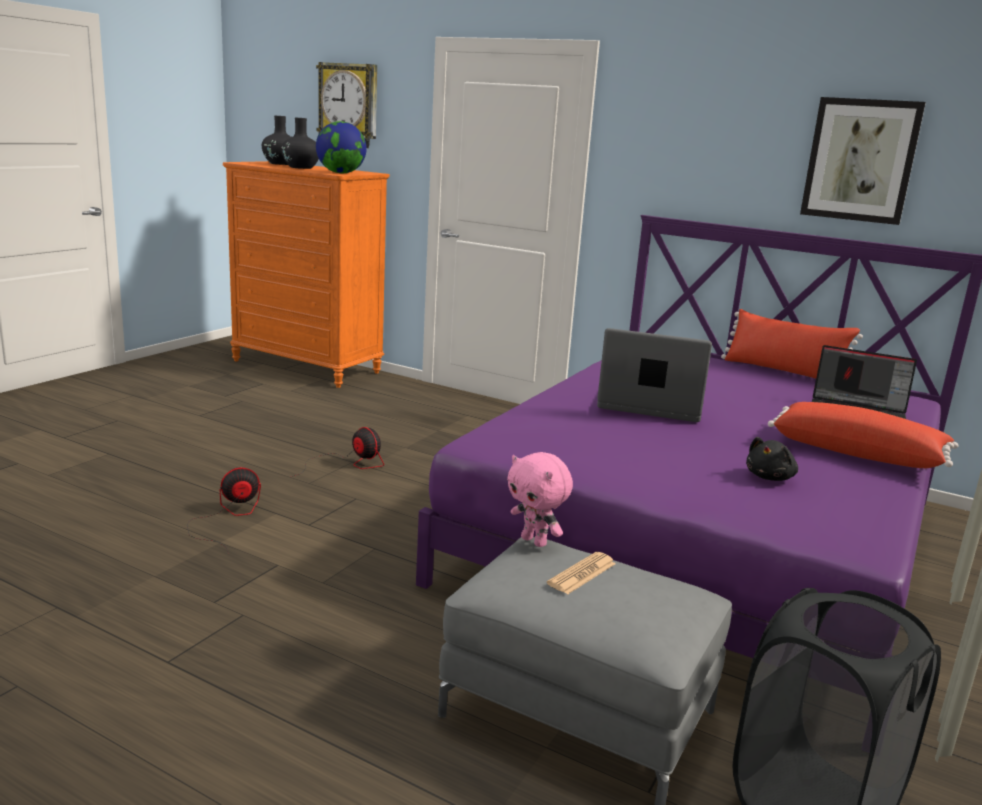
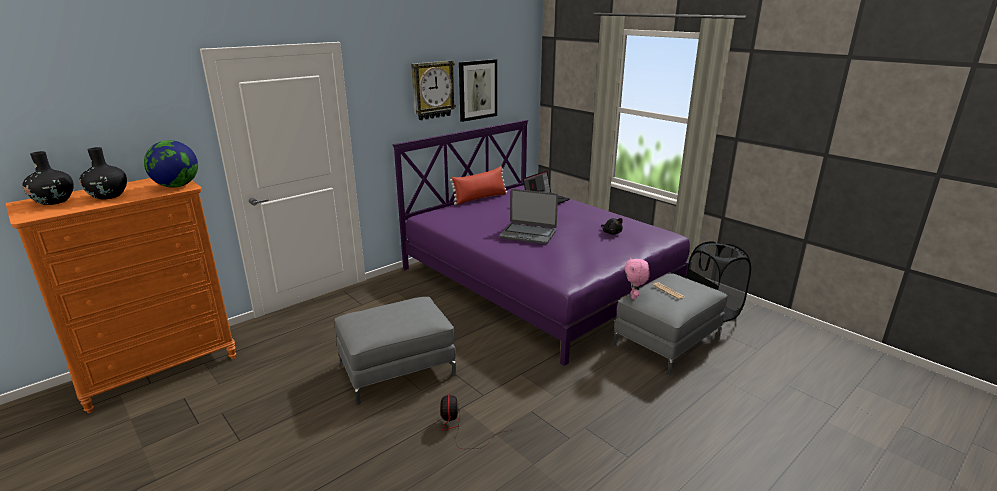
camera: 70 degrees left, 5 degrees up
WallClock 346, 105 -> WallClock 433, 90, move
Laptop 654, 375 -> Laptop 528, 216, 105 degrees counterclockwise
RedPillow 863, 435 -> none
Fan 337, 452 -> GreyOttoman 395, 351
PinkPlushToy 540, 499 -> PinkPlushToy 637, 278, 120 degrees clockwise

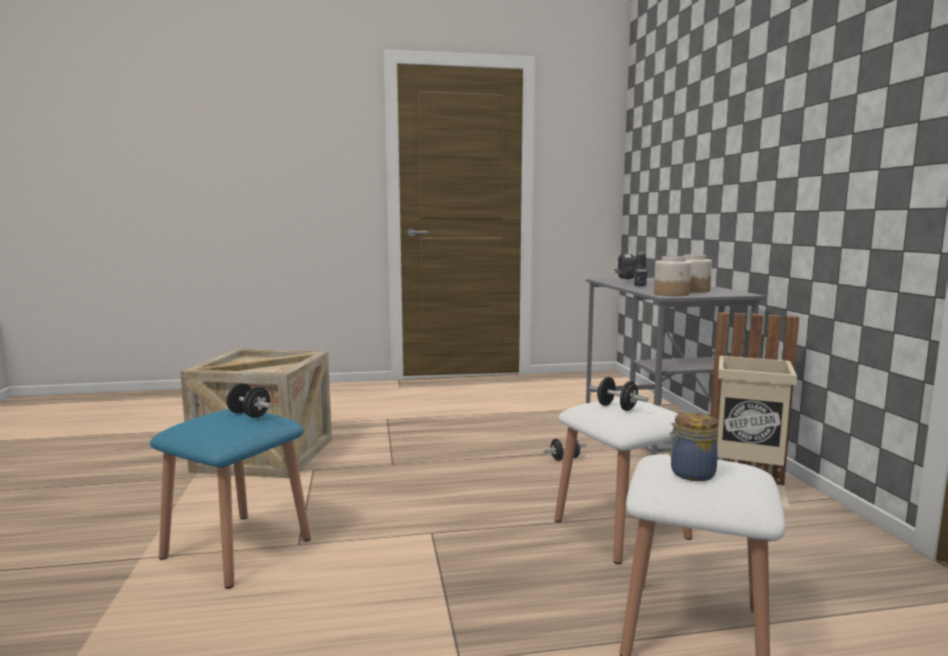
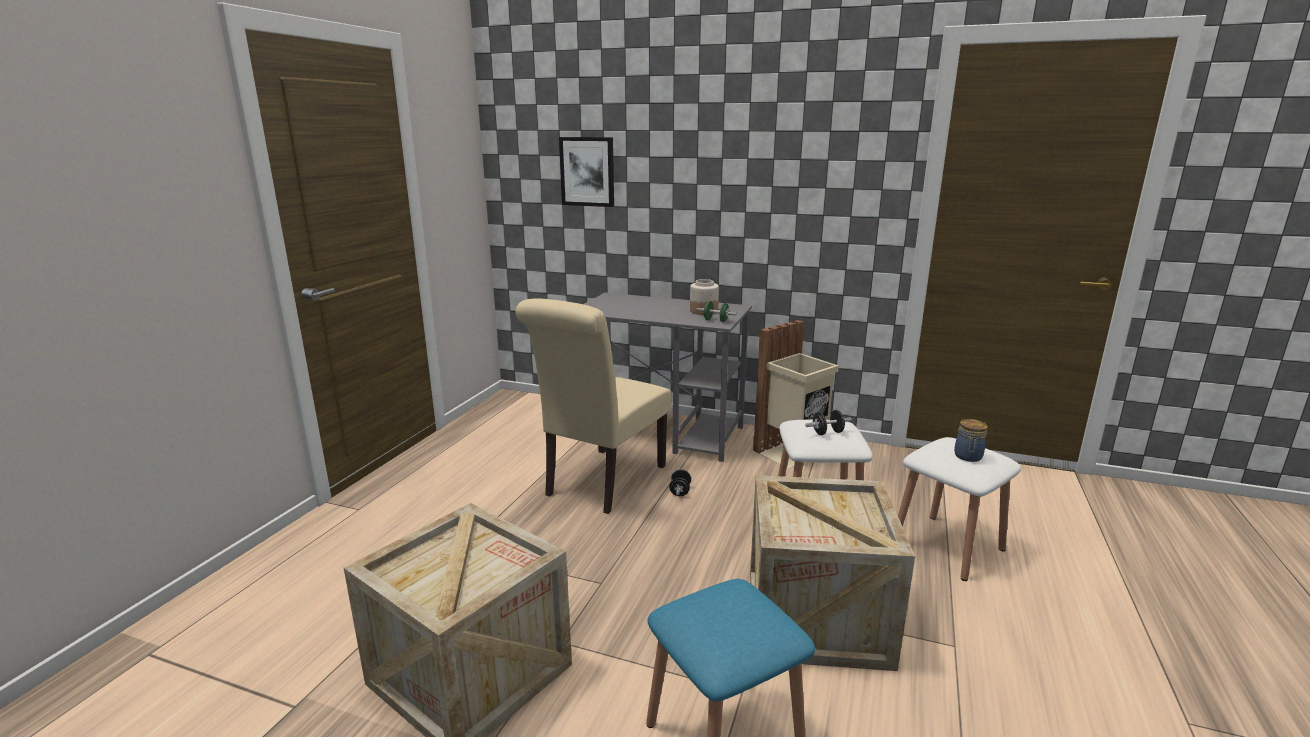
camera: 60 degrees left, 10 degrees up
PowerDrill 631, 268 -> none
Jar 673, 276 -> GreenDumbbell 717, 311
BlackDumbbell 248, 400 -> none
none -> Picture 586, 172
none -> BeigeChair 594, 406
none -> Crate 832, 573

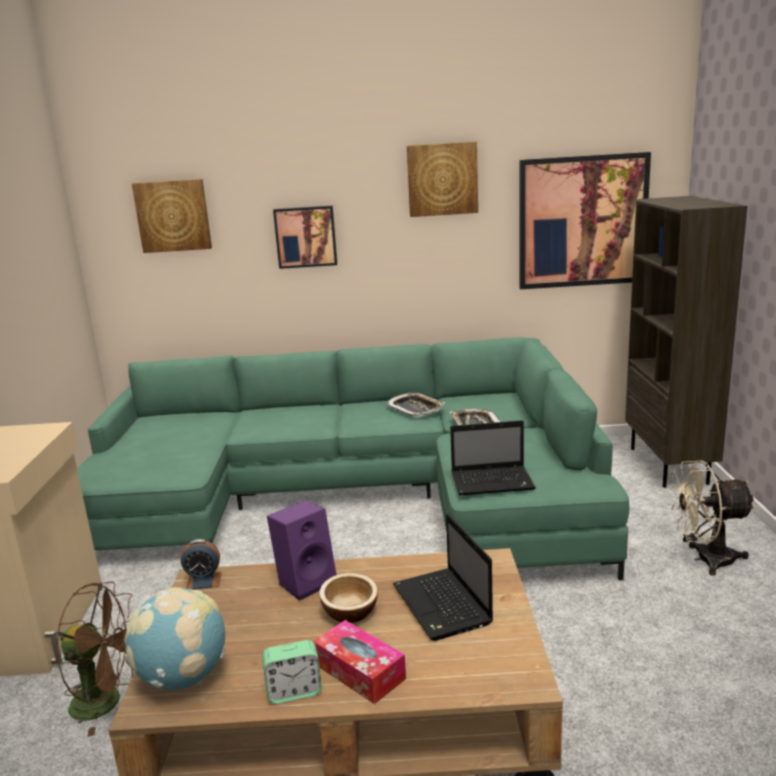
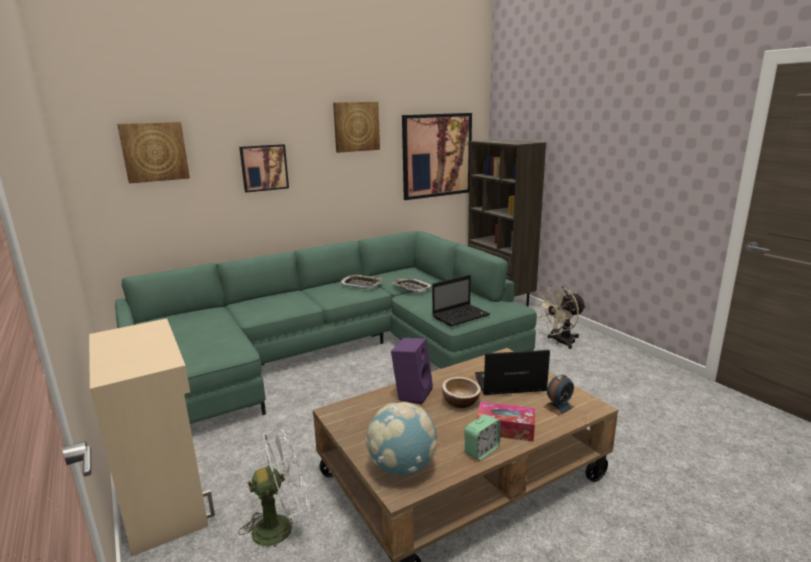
camera: 30 degrees left, 0 degrees up
Laptop 443, 577 -> Laptop 512, 372, 135 degrees clockwise
AlarmClock 201, 564 -> AlarmClock 558, 395, move
BrownFan 94, 659 -> WhiteFan 274, 490

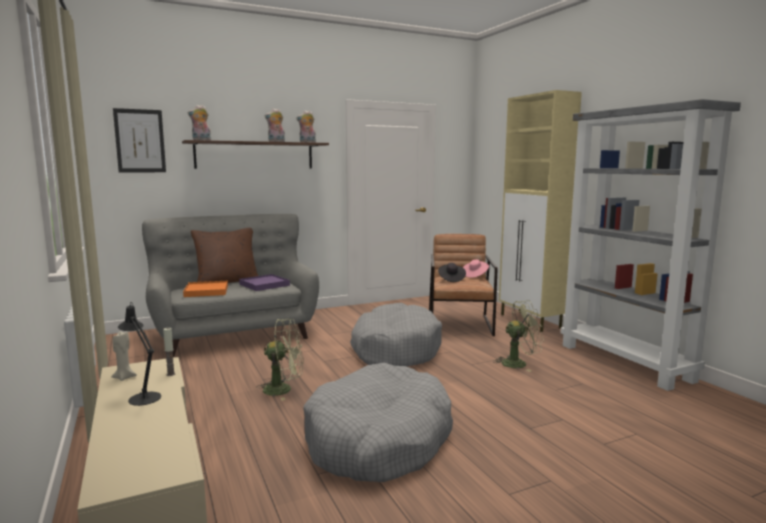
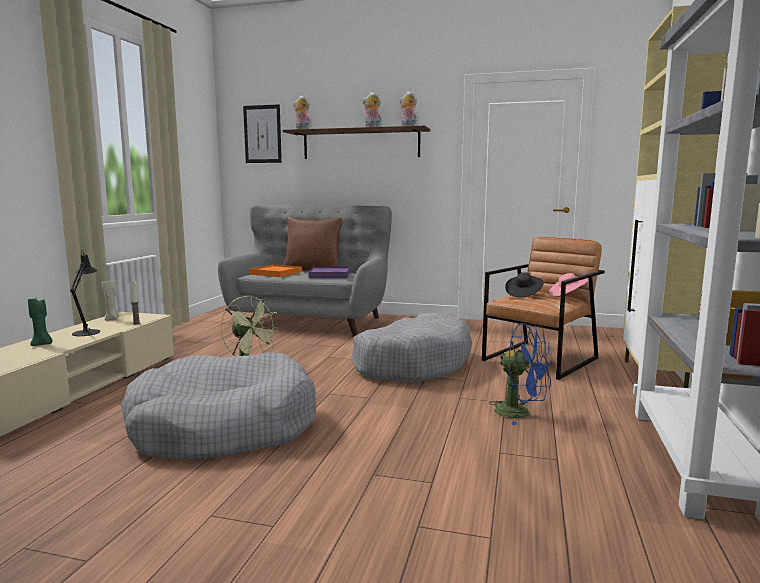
camera: 40 degrees right, 0 degrees up
GreenFan 518, 336 -> BlueFan 520, 374
none -> GreenCandle 40, 322

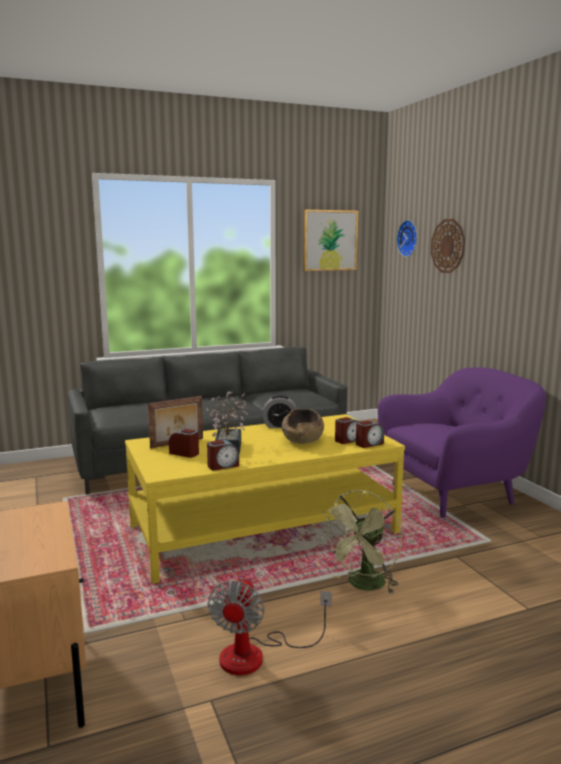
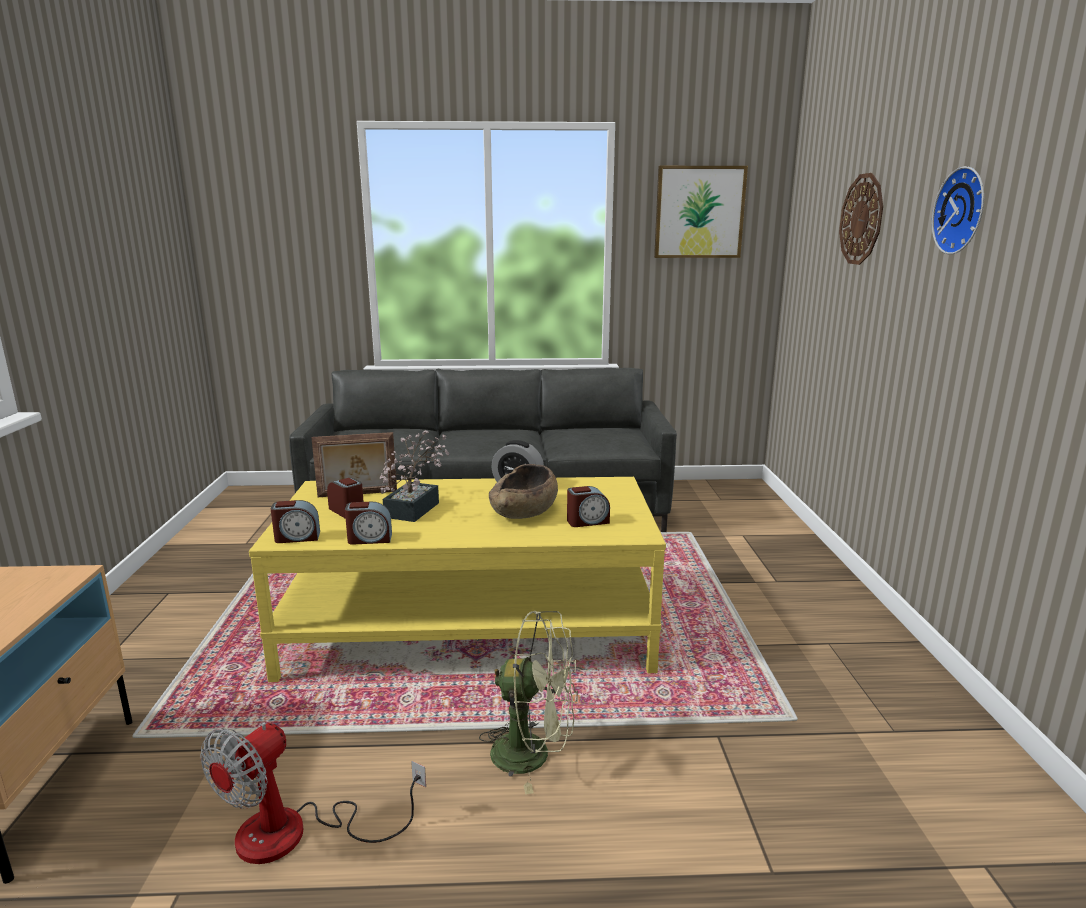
camera: 20 degrees right, 5 degrees up
WallClock 407, 238 -> WallClock 958, 210, move
PurpleArmchair 461, 442 -> none
AlarmClock 370, 434 -> AlarmClock 295, 521, move
GreenFan 361, 542 -> GreenFan 528, 702, 135 degrees counterclockwise

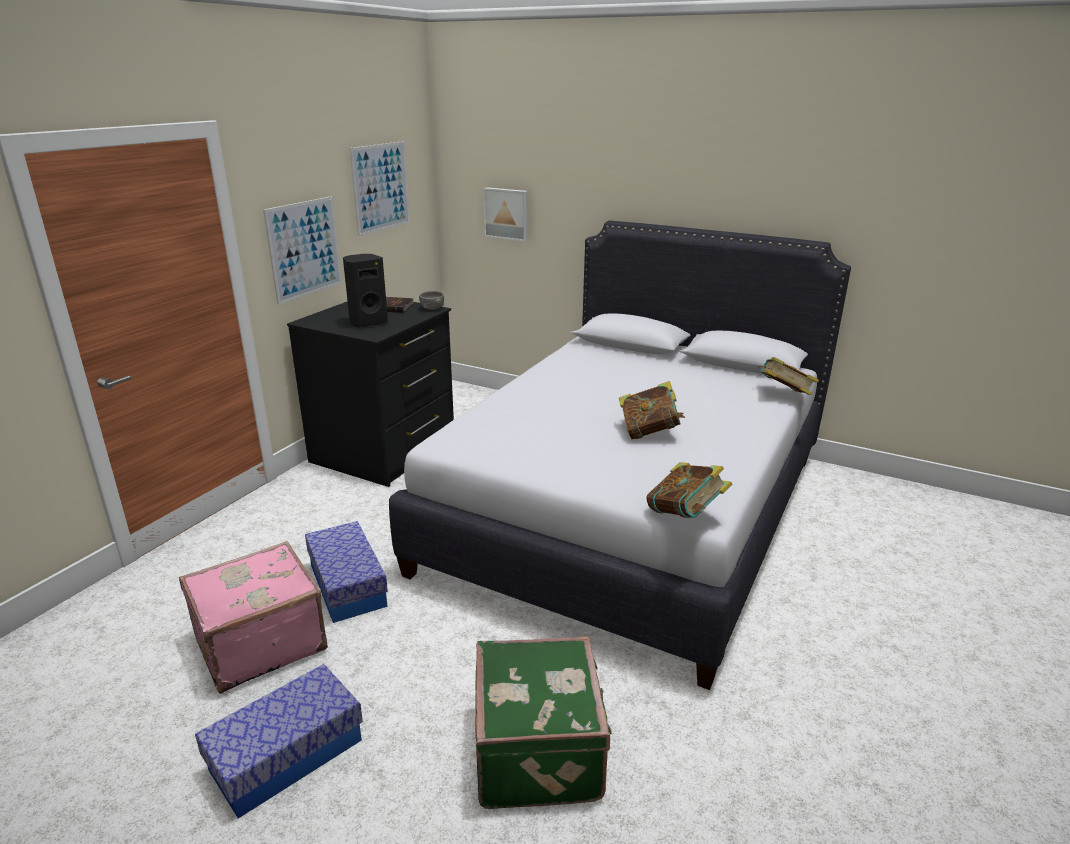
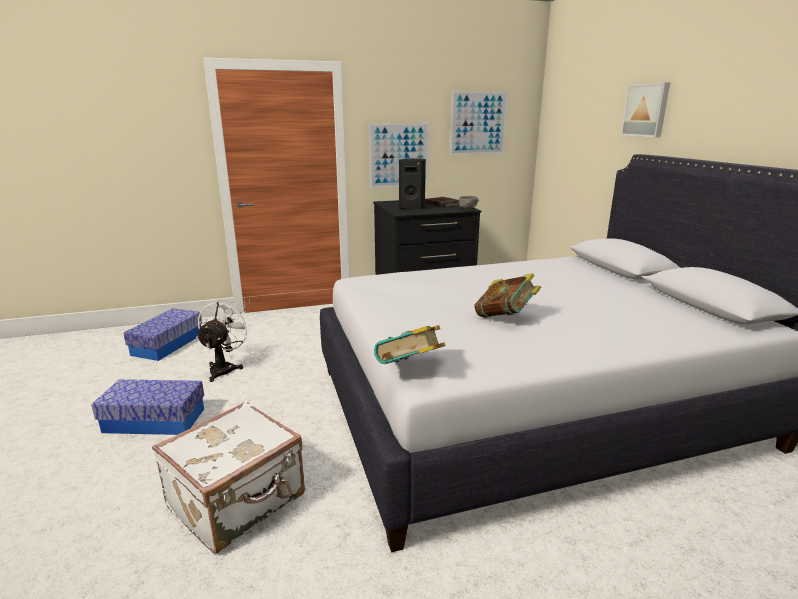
camera: 45 degrees right, 5 degrees down
Picture 505, 214 -> Picture 645, 110, move
Book 789, 376 -> none
StorageBox 346, 572 -> StorageBox 162, 334, move
PinkSuitcase 253, 617 -> WhiteFan 223, 340
GreenSuitcase 543, 722 -> WhiteSuitcase 228, 477

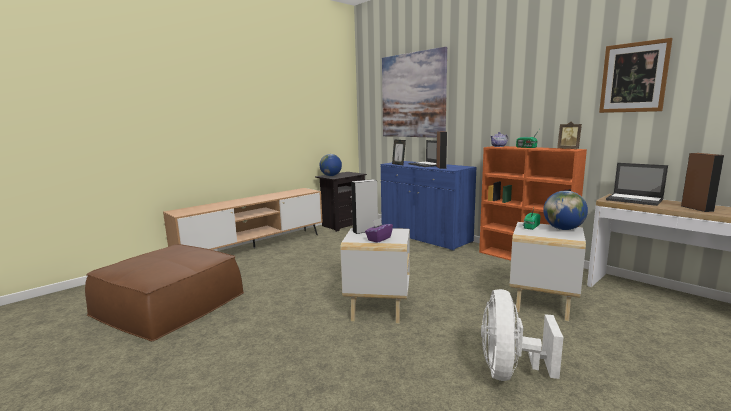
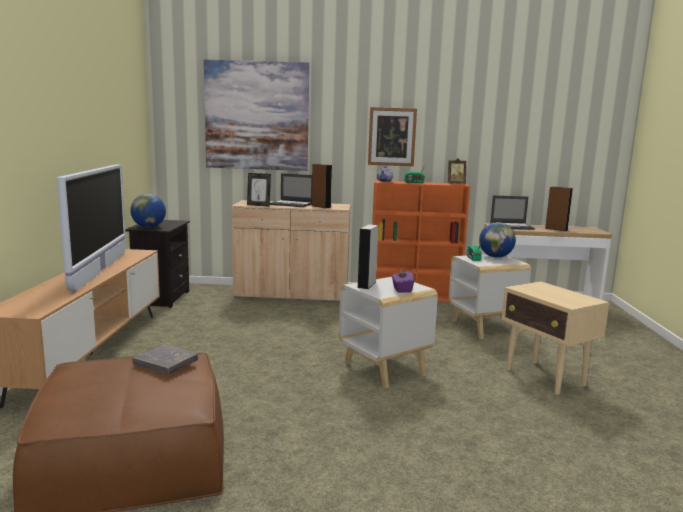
camera: 45 degrees left, 0 degrees up
Picture 636, 75 -> Picture 392, 136, move
BlueCabinet 429, 206 -> BeigeCabinet 291, 250
WhiteFan 522, 335 -> BeigeSideTable 555, 338
none -> Television 91, 228
none -> GreyBook 165, 360

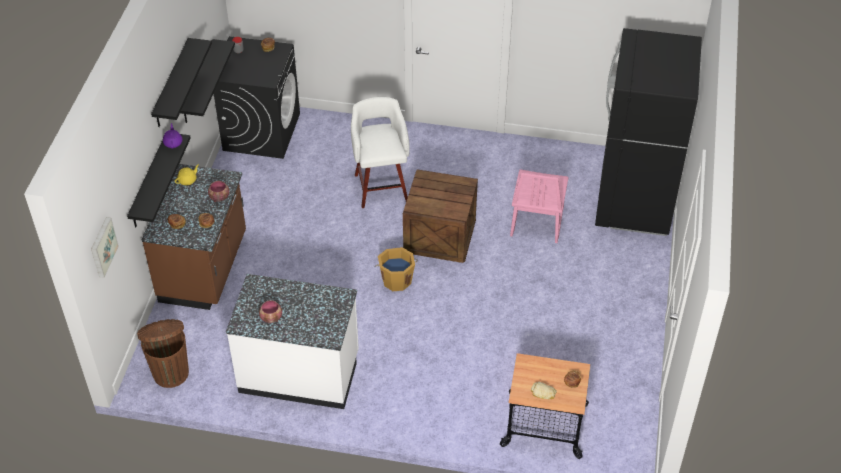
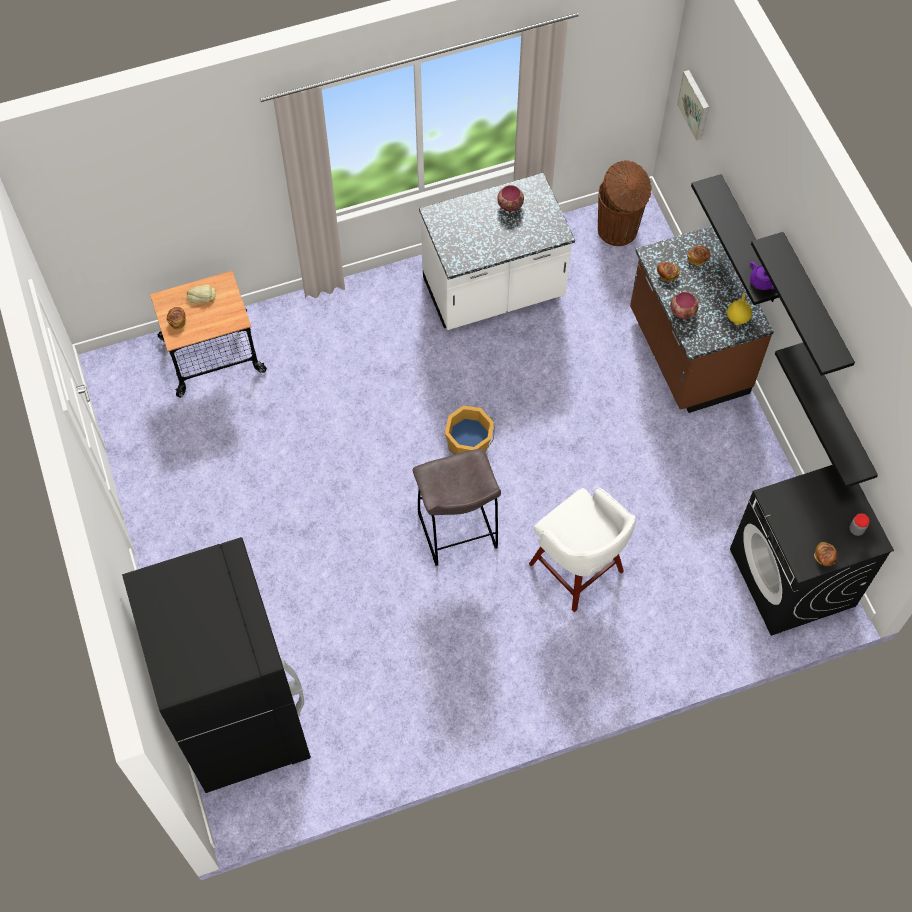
camera: 150 degrees right, 15 degrees up
Crate 440, 216 -> GreyStool 457, 507
PinkChair 539, 206 -> none

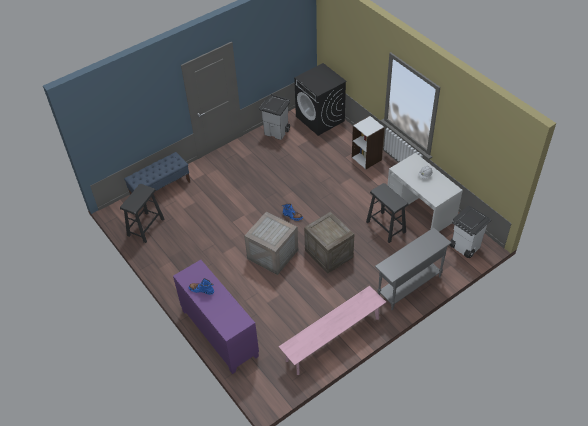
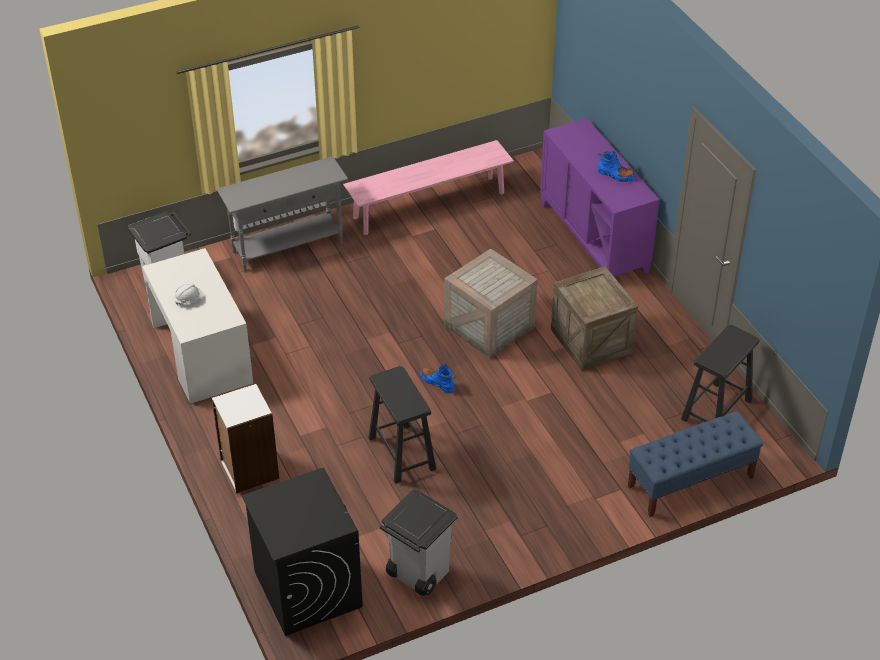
camera: 170 degrees left, 5 degrees down
BlackStool 387, 213 -> BlackStool 402, 425, move
Crate 329, 242 -> Crate 594, 318, move

